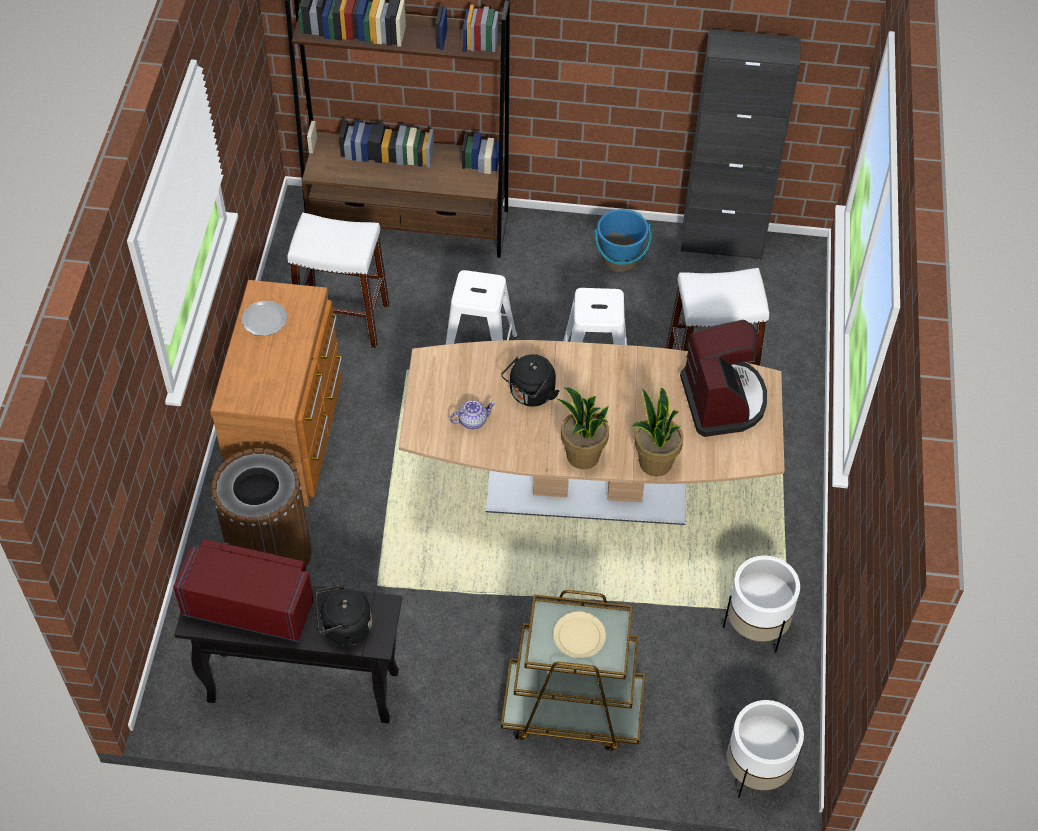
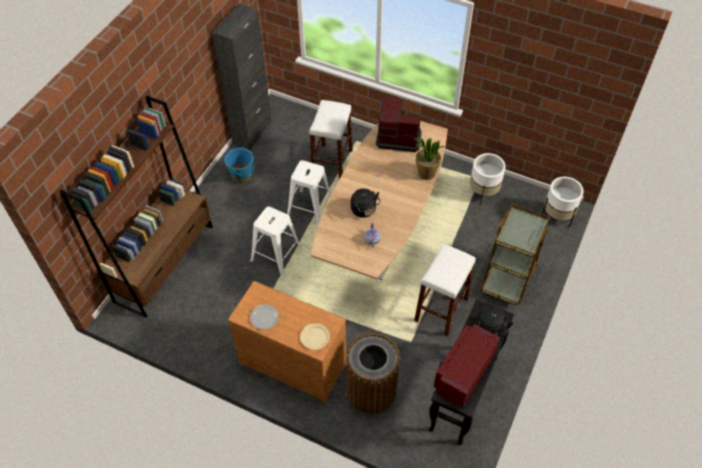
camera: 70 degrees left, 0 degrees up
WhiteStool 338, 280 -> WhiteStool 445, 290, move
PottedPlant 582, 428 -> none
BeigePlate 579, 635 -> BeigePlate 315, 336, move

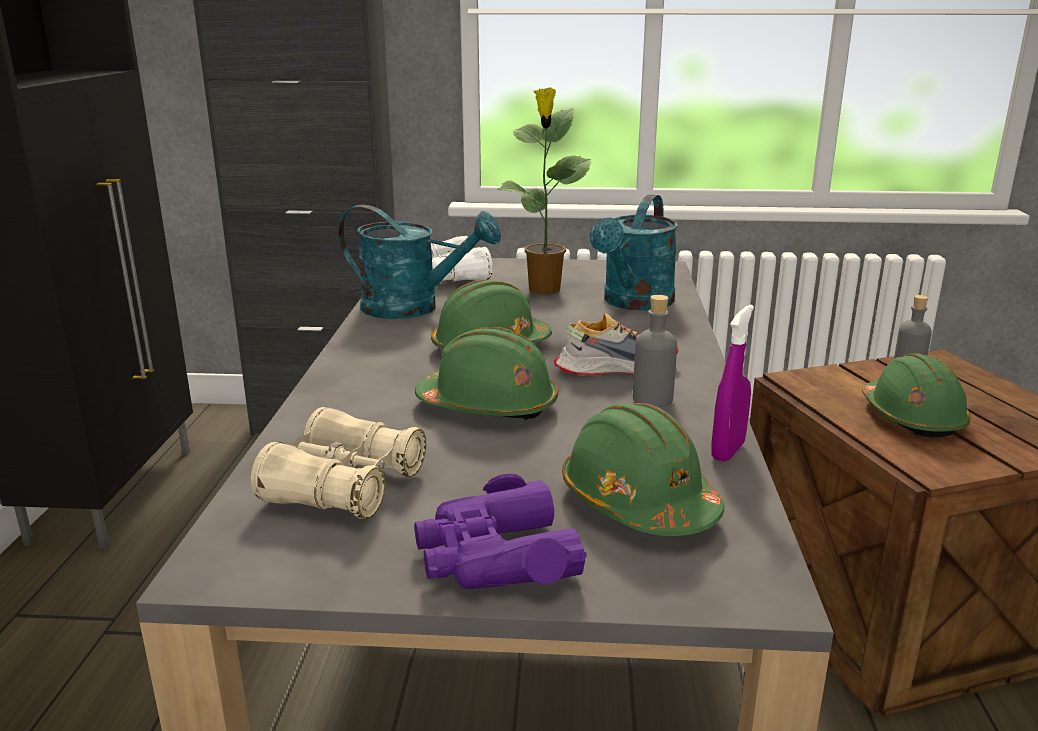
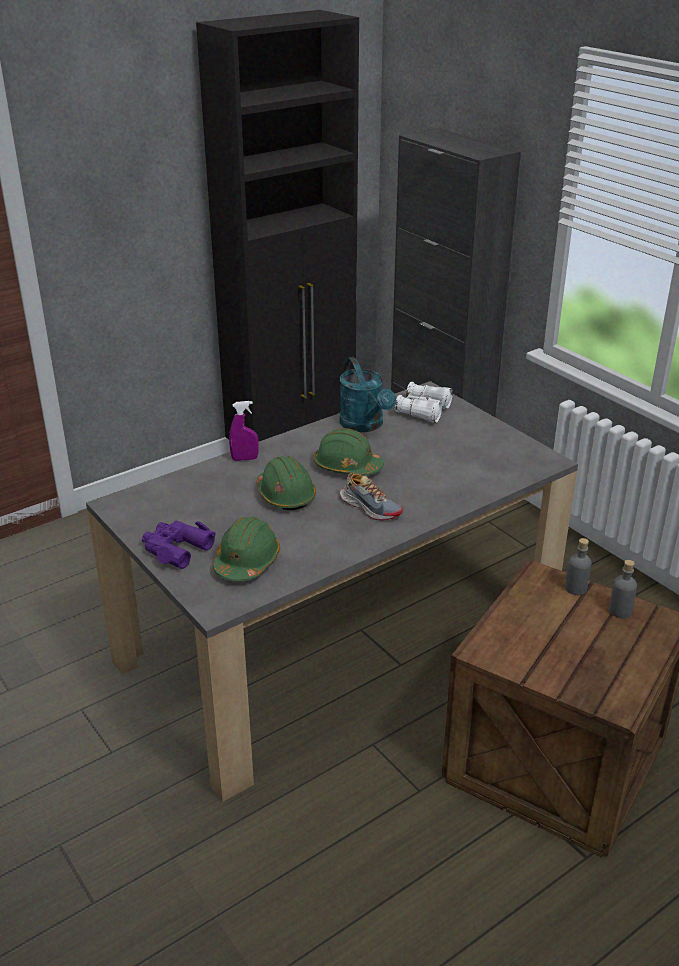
camera: 50 degrees right, 10 degrees up
PottedPlant 544, 190 -> none
TurquoiseWateringCan 634, 252 -> none
GreyBottle 655, 351 -> GreyBottle 578, 566, move
PurpleSprayBottle 732, 383 -> PurpleSprayBottle 244, 431, move
GreenHardHat 916, 395 -> none
BeigeBinoculars 338, 463 -> none

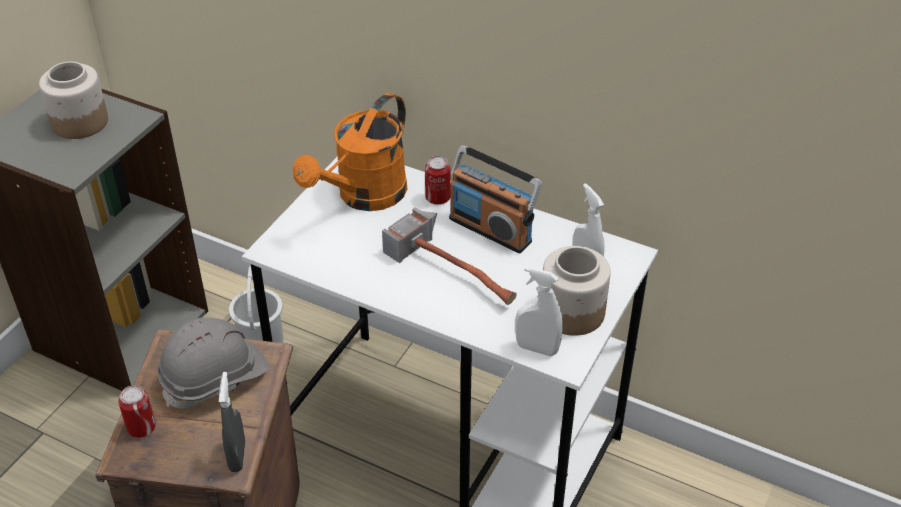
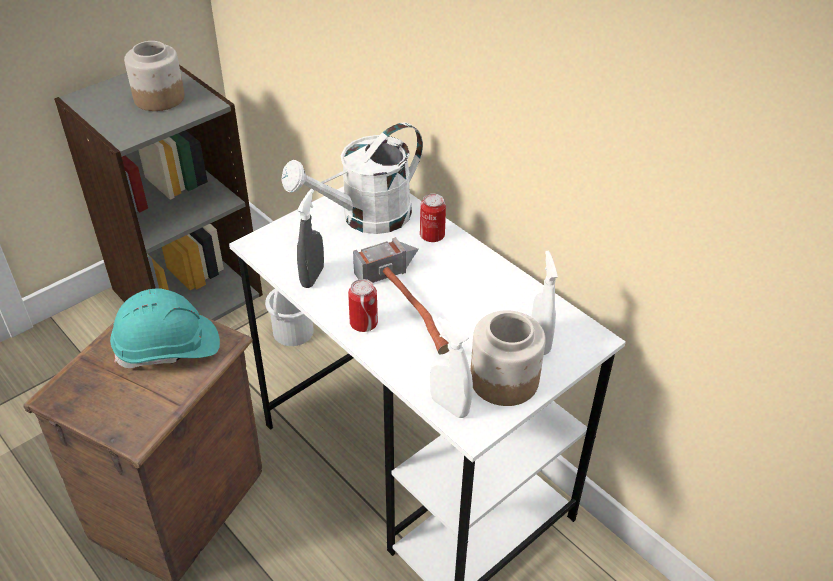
camera: 20 degrees right, 0 degrees up
OrangeWateringCan 350, 152 -> WhiteWateringCan 352, 178
Radio 495, 199 -> none
GreyHardHat 213, 362 -> TurquoiseHardHat 165, 328
GreySprayBottle 232, 422 -> GreySprayBottle 310, 238, move
Can 137, 411 -> Can 363, 305, move

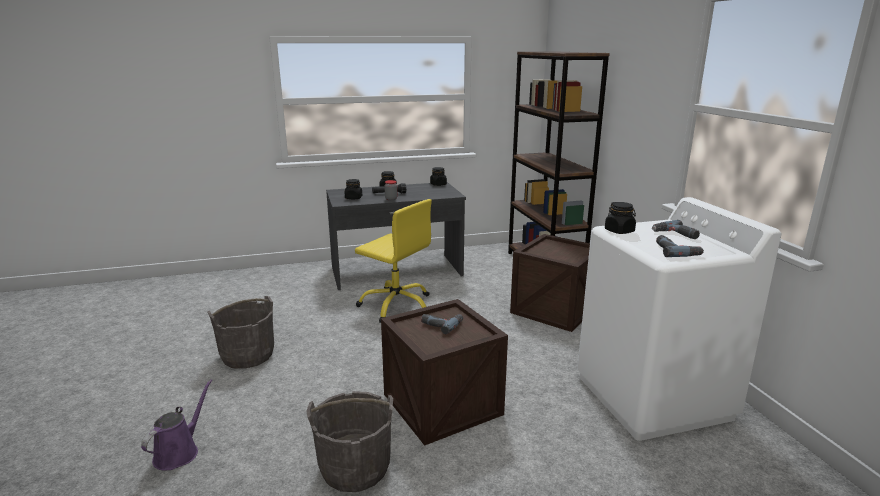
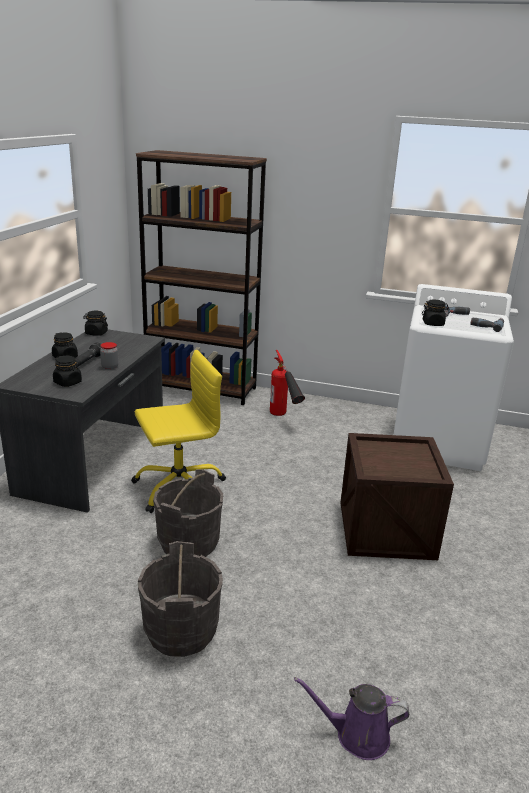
camera: 60 degrees left, 5 degrees up
Crate 550, 283 -> FireExtinguisher 287, 383
PowerDrill 442, 324 -> none
PurpleWateringCan 176, 425 -> PurpleWateringCan 351, 718, 45 degrees counterclockwise
GreyBucket 349, 441 -> GreyBucket 188, 513, move

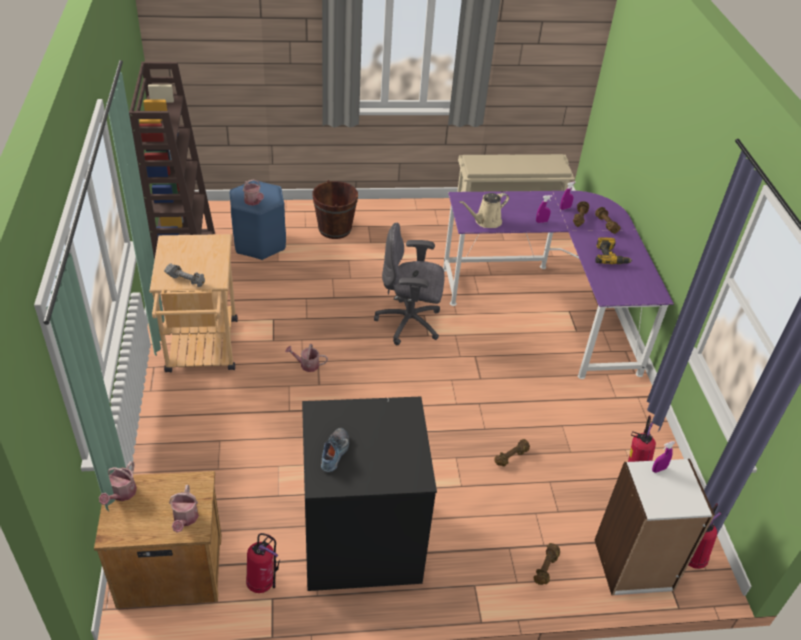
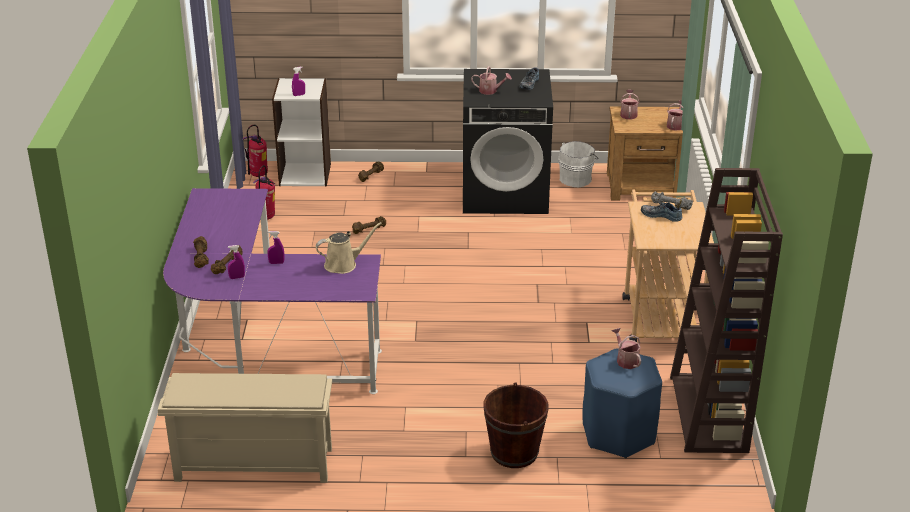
camera: 170 degrees left, 10 degrees down
GreyOfficeChair 409, 283 -> none
PowerDrill 613, 250 -> none
WateringCan 306, 358 -> WateringCan 491, 80, move
FireExtinguisher 263, 563 -> WhiteBucket 578, 164
none -> Shoe 661, 212

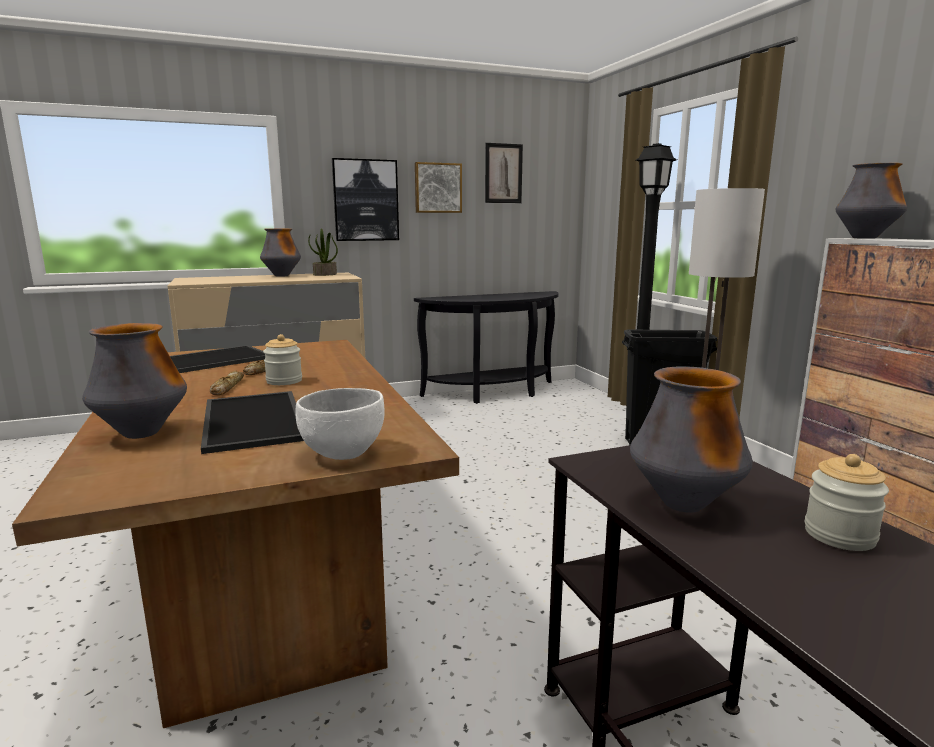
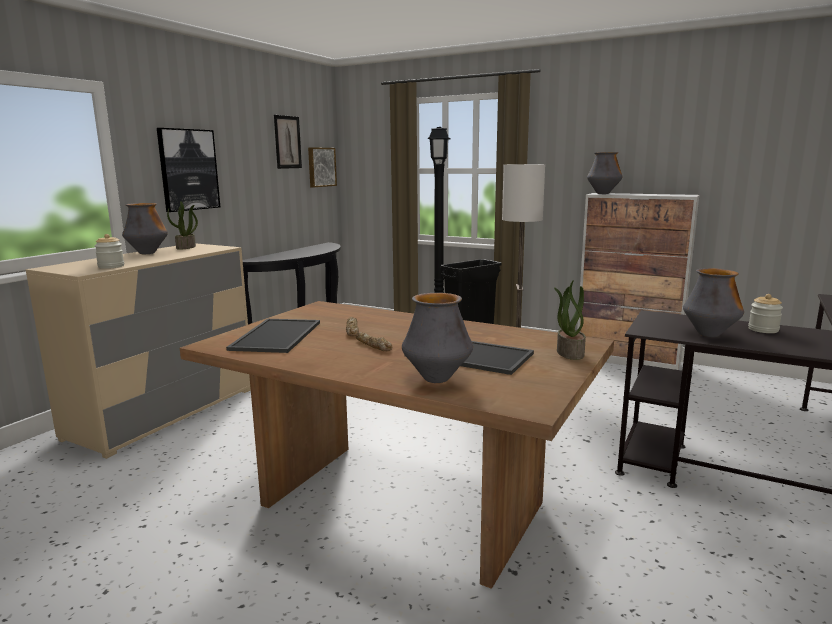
camera: 40 degrees left, 0 degrees up
Picture 438, 187 -> Picture 322, 167, move
Jar 282, 359 -> Jar 109, 251, move
WhiteBowl 339, 424 -> PottedPlant 570, 320

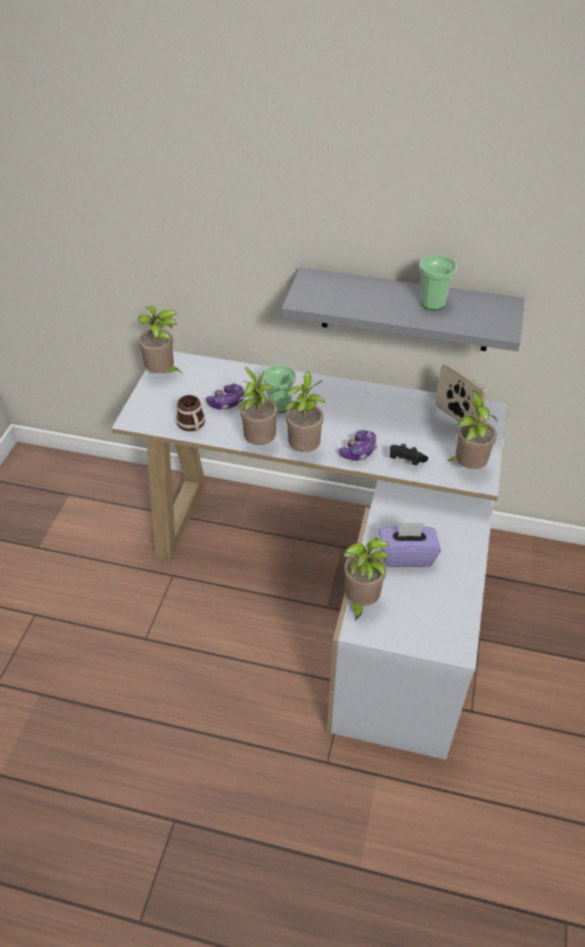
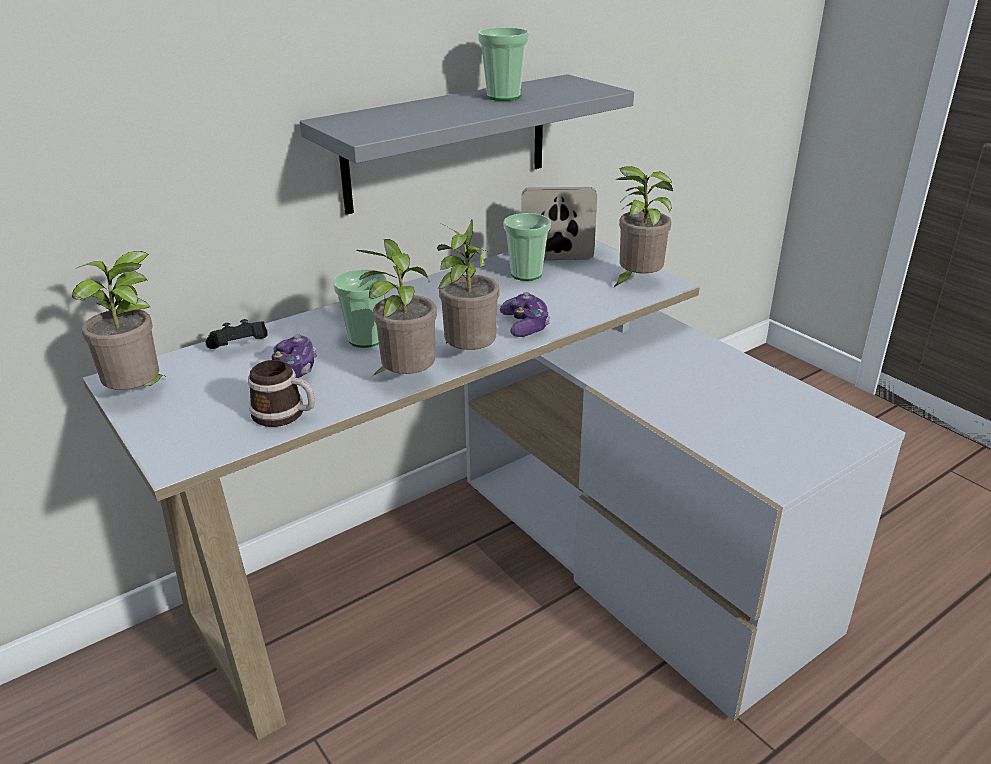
camera: 50 degrees left, 15 degrees down
BlackGameController 409, 455 -> BlackGameController 237, 334, move
PurpleTissueBox 410, 544 -> none
PottedPlant 366, 579 -> none
none -> Cup 527, 247

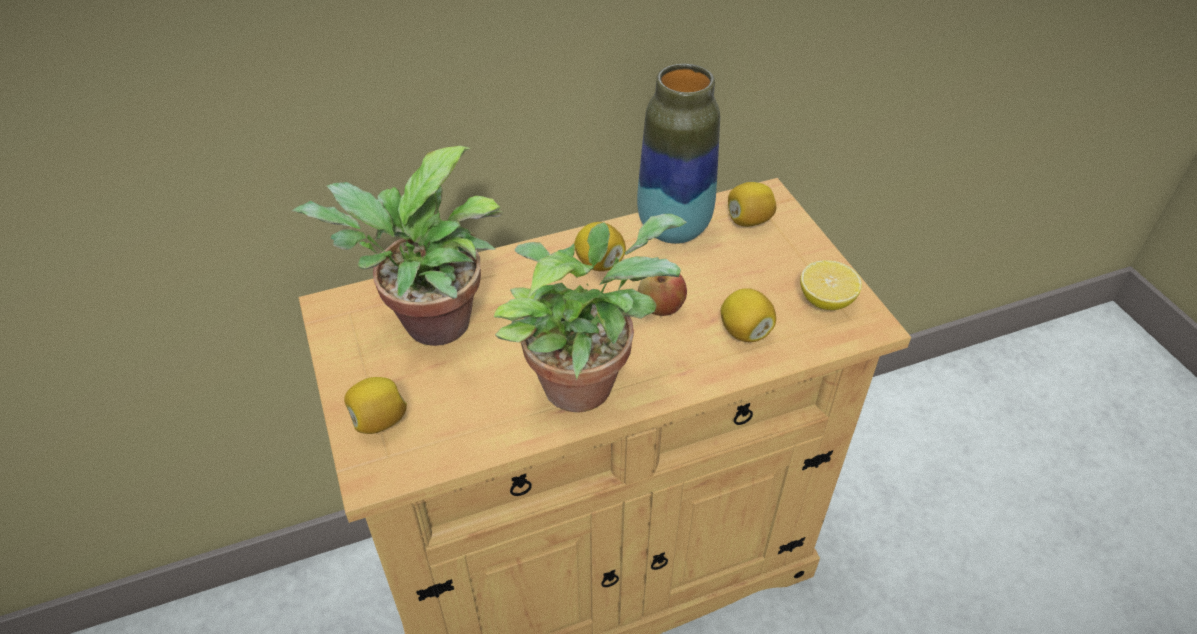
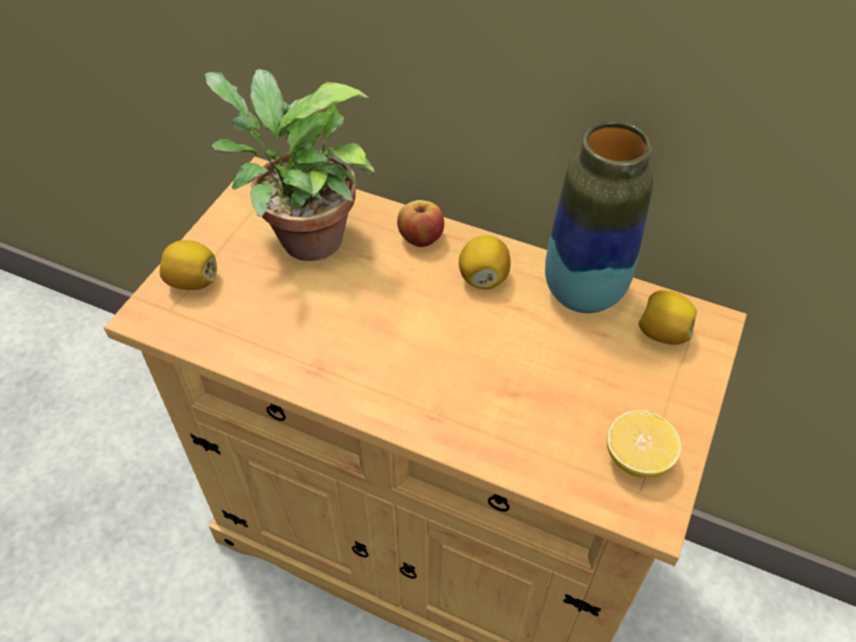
camera: 45 degrees right, 5 degrees up
PottedPlant 590, 313 -> none
Apple 662, 295 -> Apple 420, 223, move
Lemon 748, 315 -> none

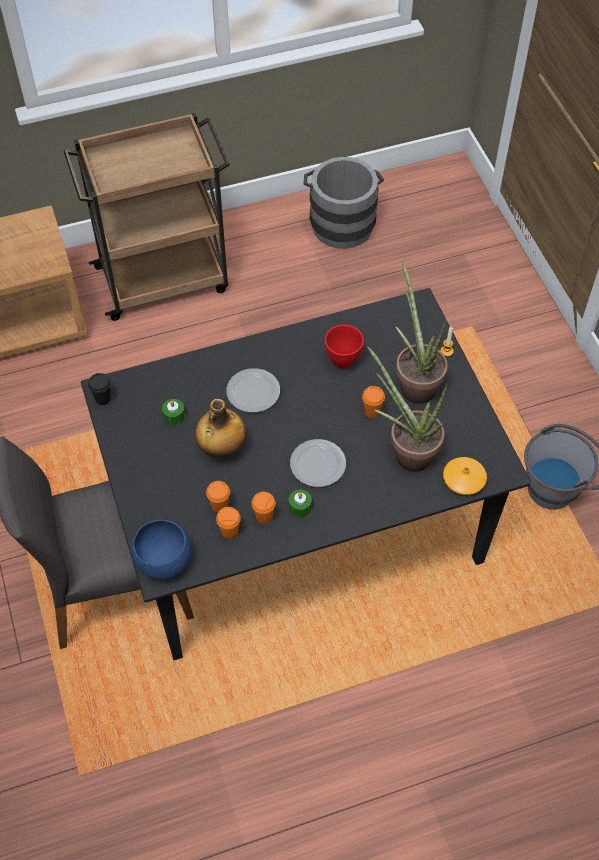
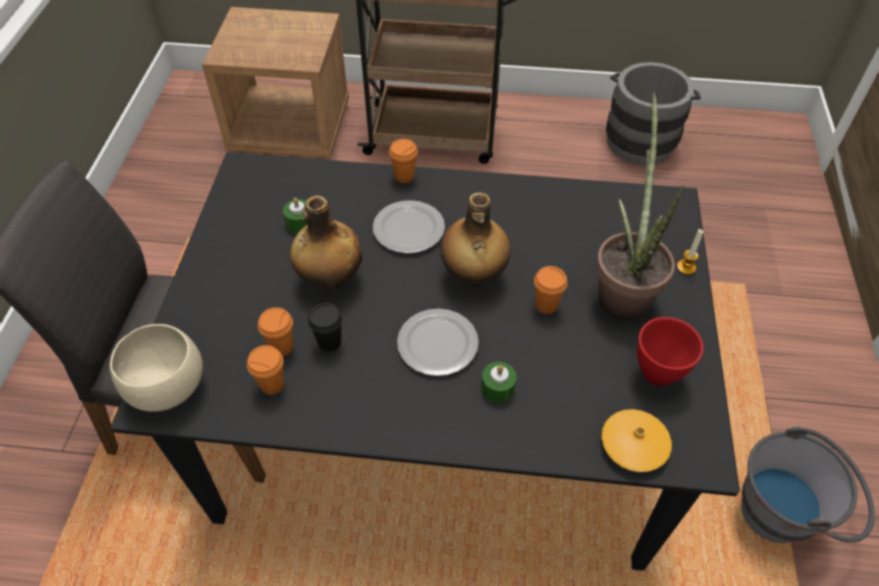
camera: 25 degrees right, 5 degrees down
RedBowl 344, 347 -> RedBowl 670, 351, move
PottedPlant 407, 409 -> none
BlackCup 99, 389 -> BlackCup 325, 327, move
GreenCandle 300, 503 -> GreenCandle 499, 382, move
OrangeCup 263, 508 -> OrangeCup 403, 161, move
BlueBowl 162, 549 -> BeigeBowl 156, 368
none -> Bottle 475, 239

